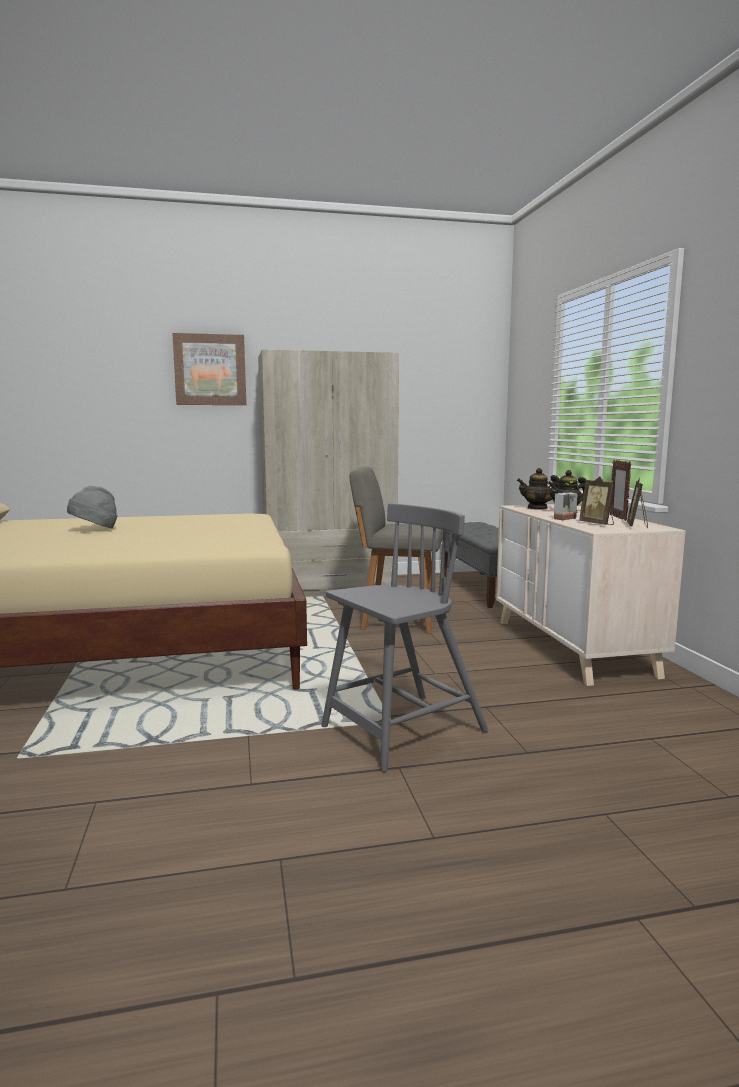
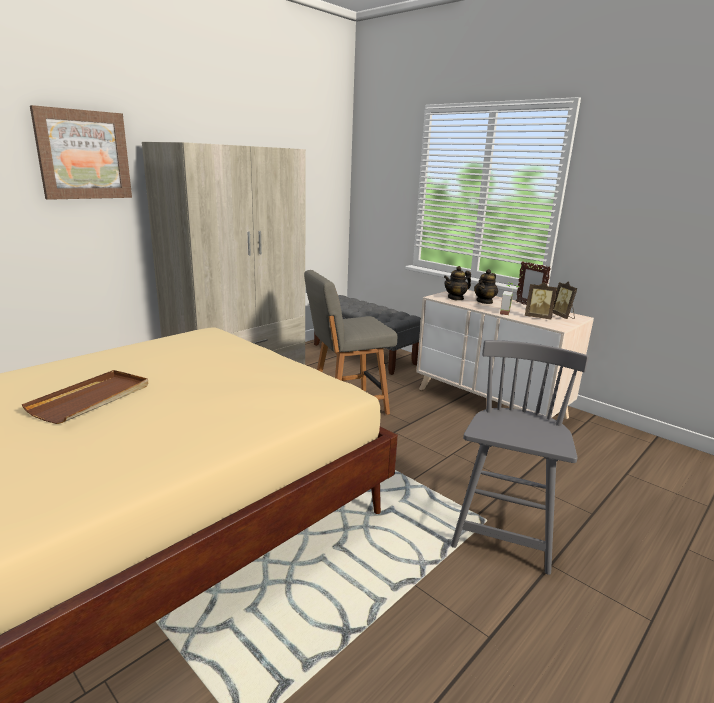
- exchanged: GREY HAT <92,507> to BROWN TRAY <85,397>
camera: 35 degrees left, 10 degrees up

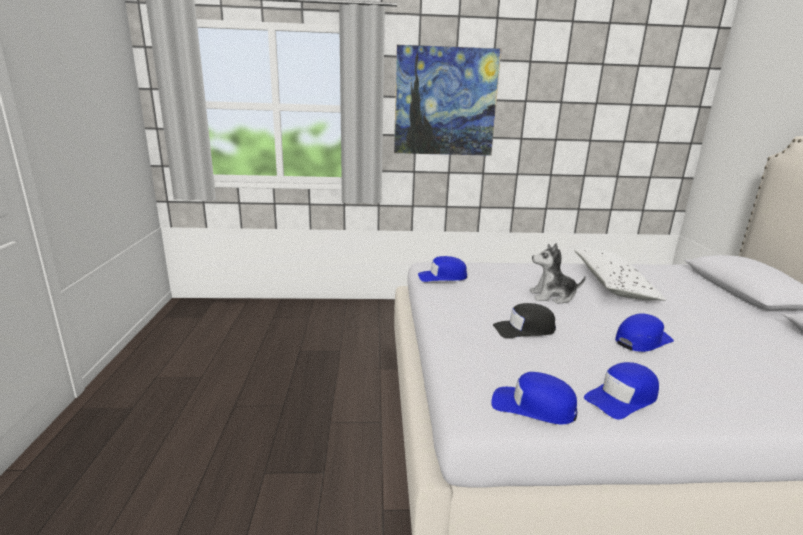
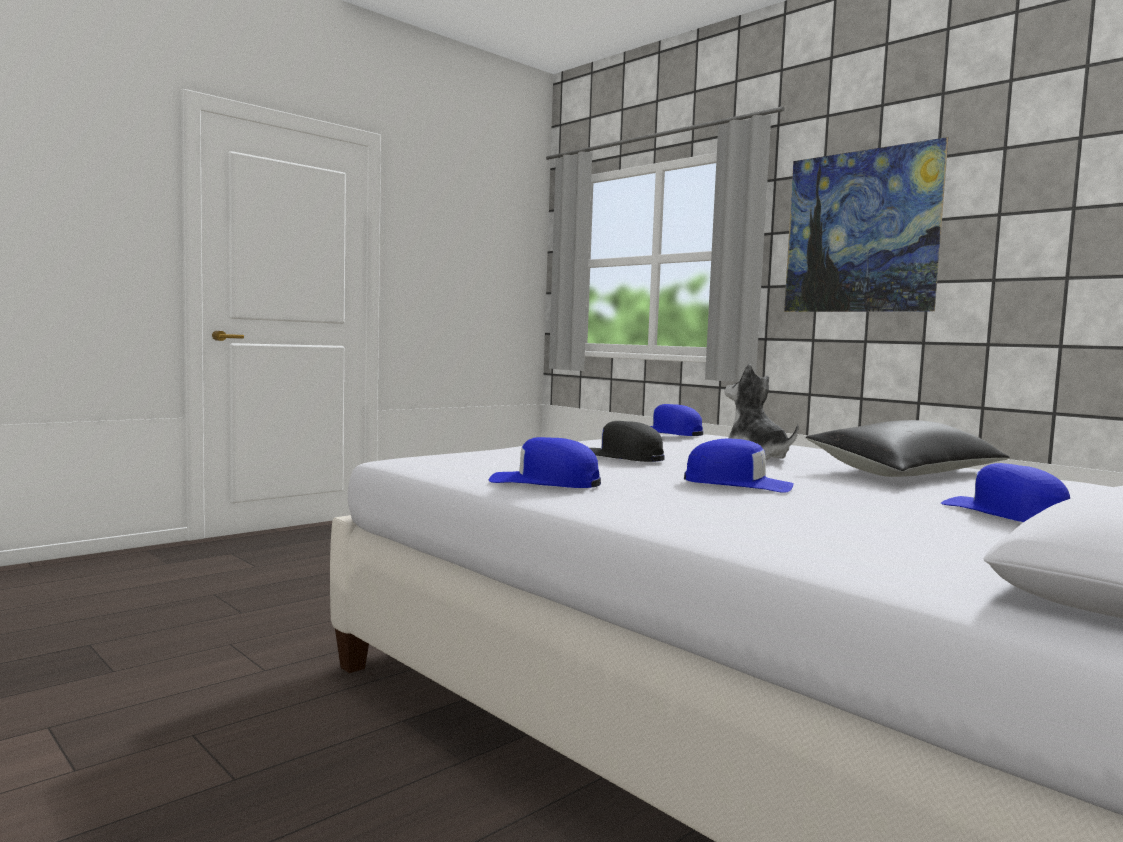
- relocated: BLUE CAP <534,398> to <1005,492>
- colour: WHITE PILLOW <620,275> to BLACK PILLOW <908,448>
camera: 50 degrees right, 15 degrees down

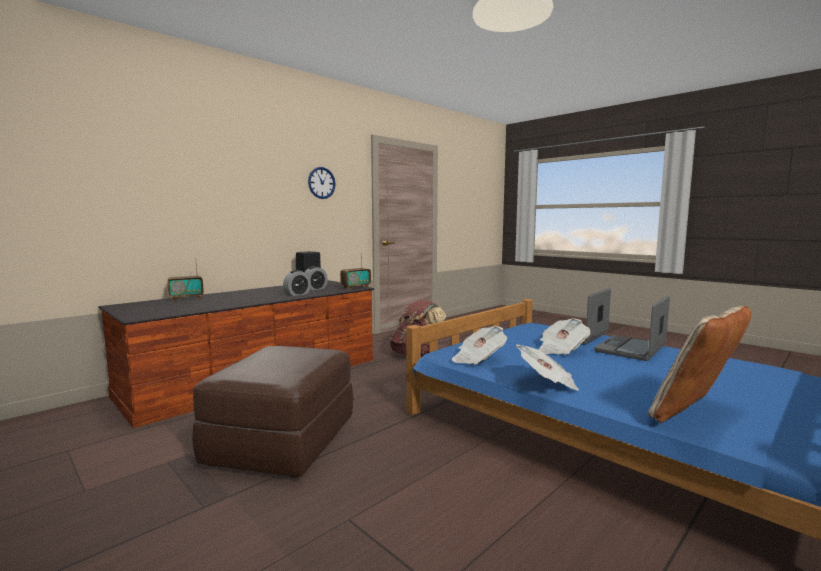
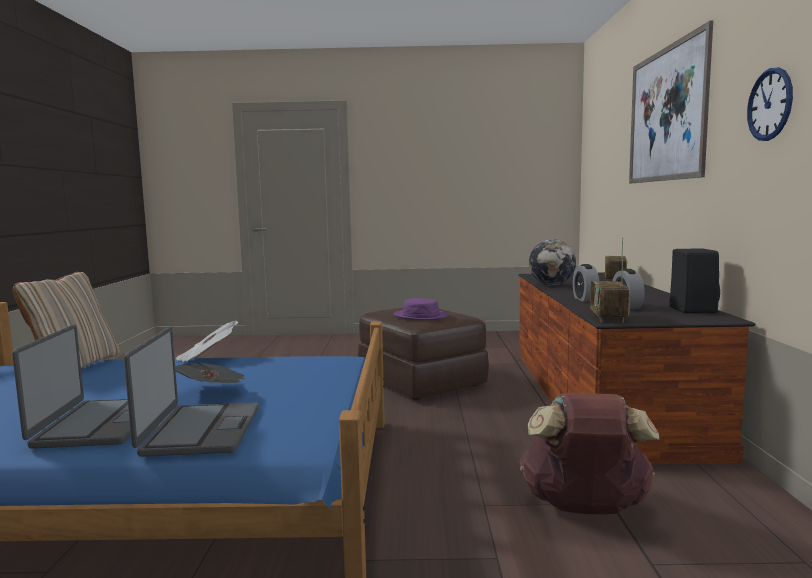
- missing: NEWSPAPER <479,345>
- appeared: PURPLE HAT <421,309>
- appeared: GLOBE <552,262>
- appeared: PICTURE <671,102>
camera: 135 degrees right, 0 degrees up

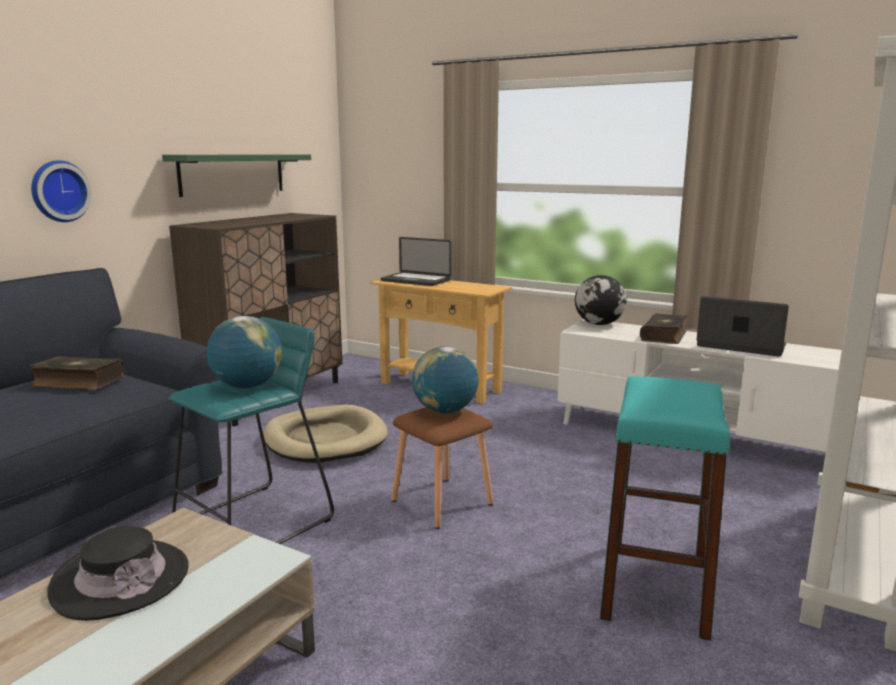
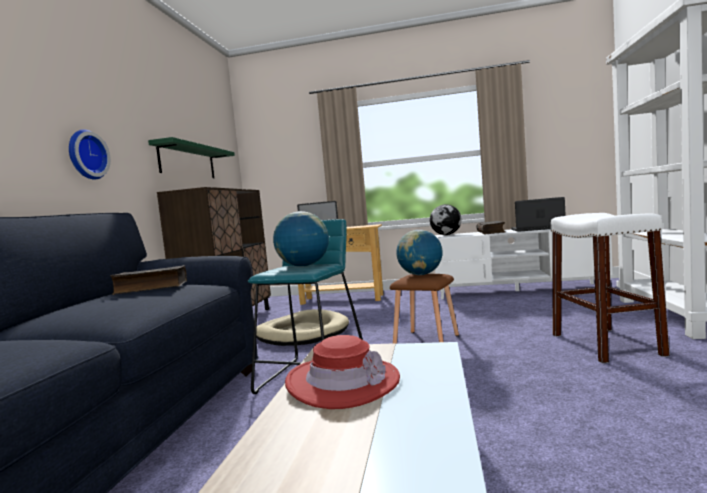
- colour: BLACK HAT <118,573> to RED HAT <342,372>
- colour: TURQUOISE STOOL <665,508> to WHITE STOOL <610,288>
camera: 20 degrees left, 10 degrees down

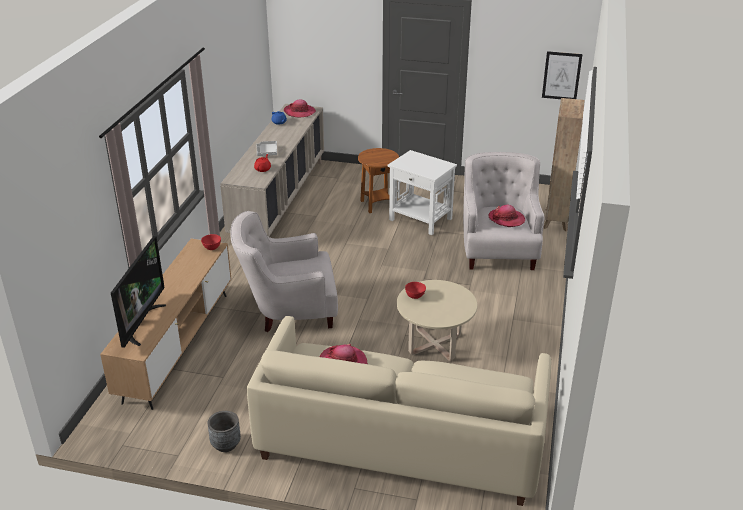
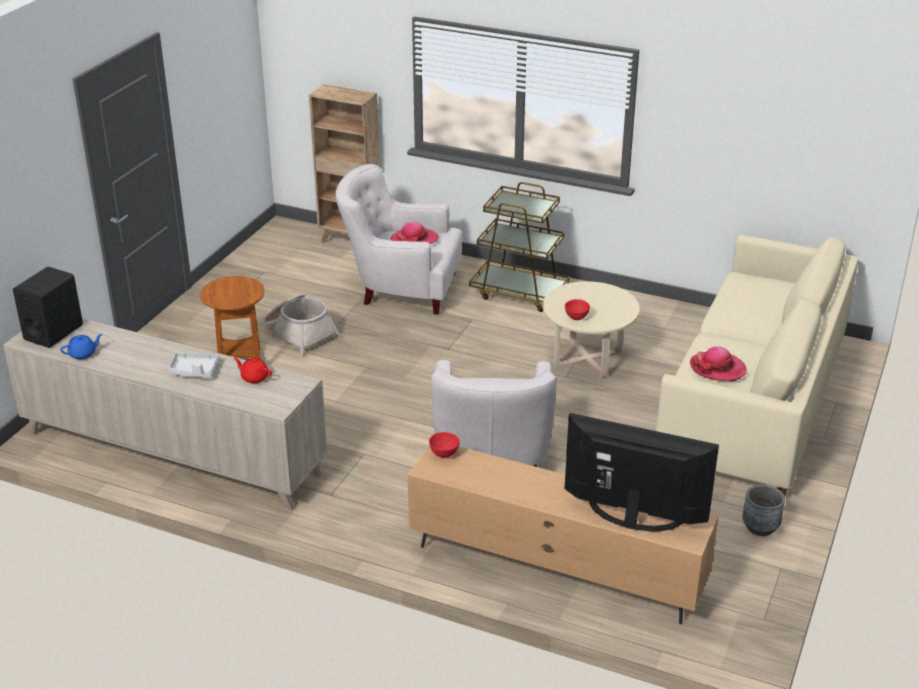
- missing: PICTURE <562,75>
- appeared: BROWN CART <519,247>
- exchanged: HAT <300,108> to BLACK SPEAKER <48,307>
- exchanged: WHITE SIDE TABLE <422,192> to BASKET <303,324>
camera: 80 degrees left, 0 degrees up

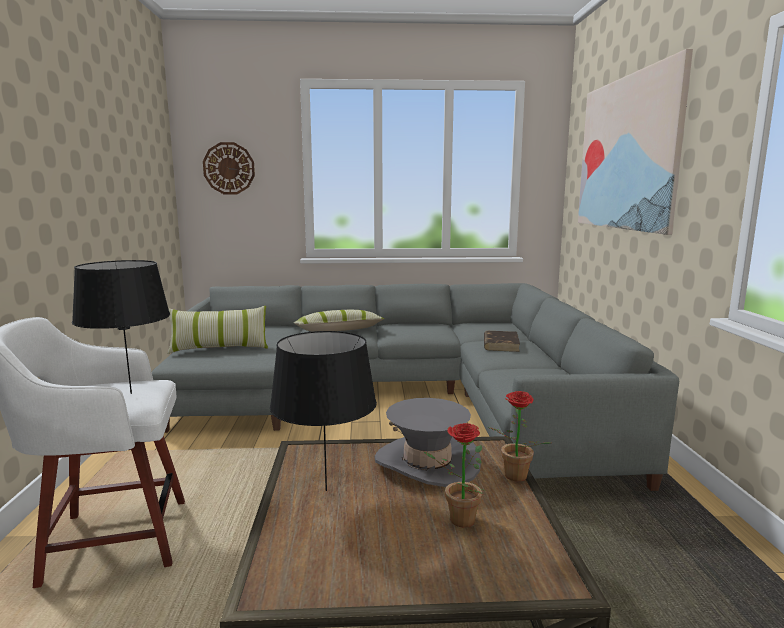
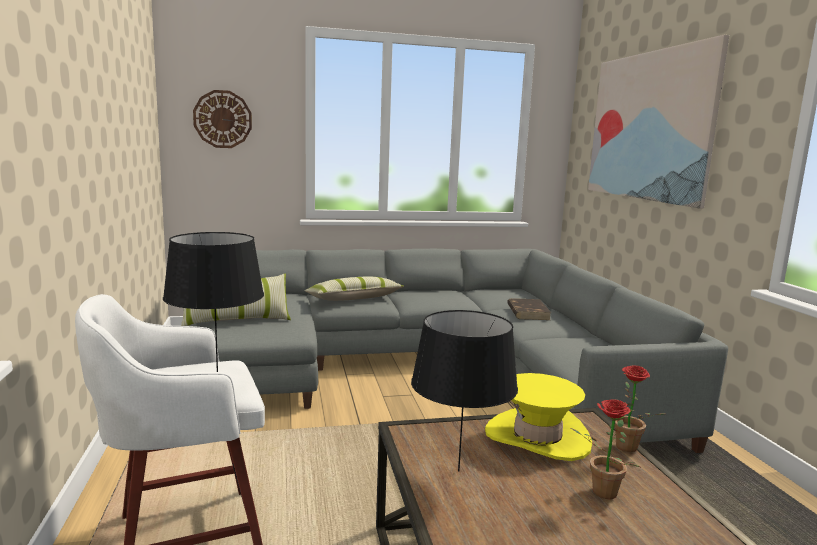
- colour: GREY HAT <428,442> to YELLOW HAT <538,417>
camera: 10 degrees left, 0 degrees up

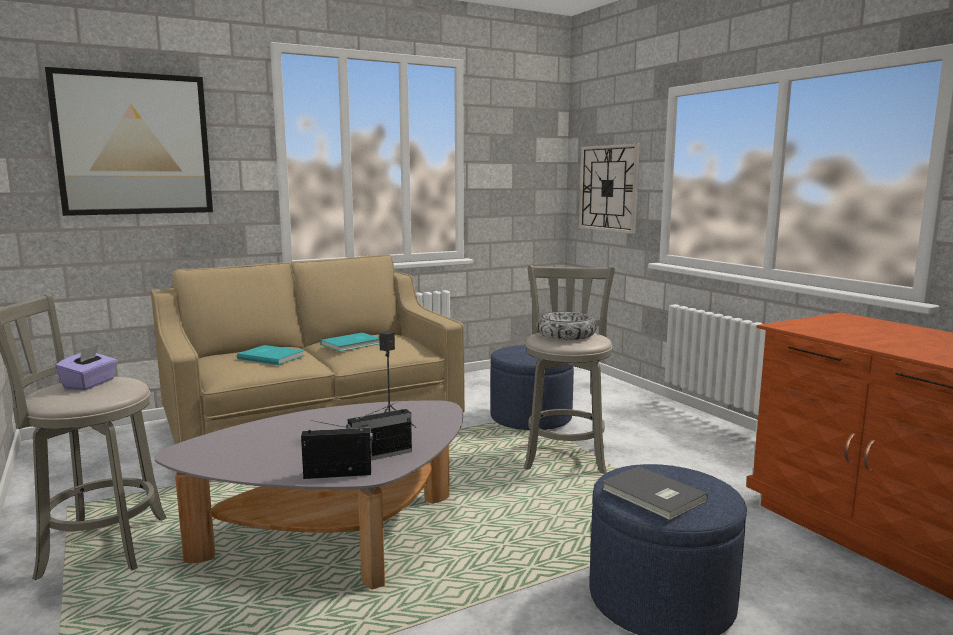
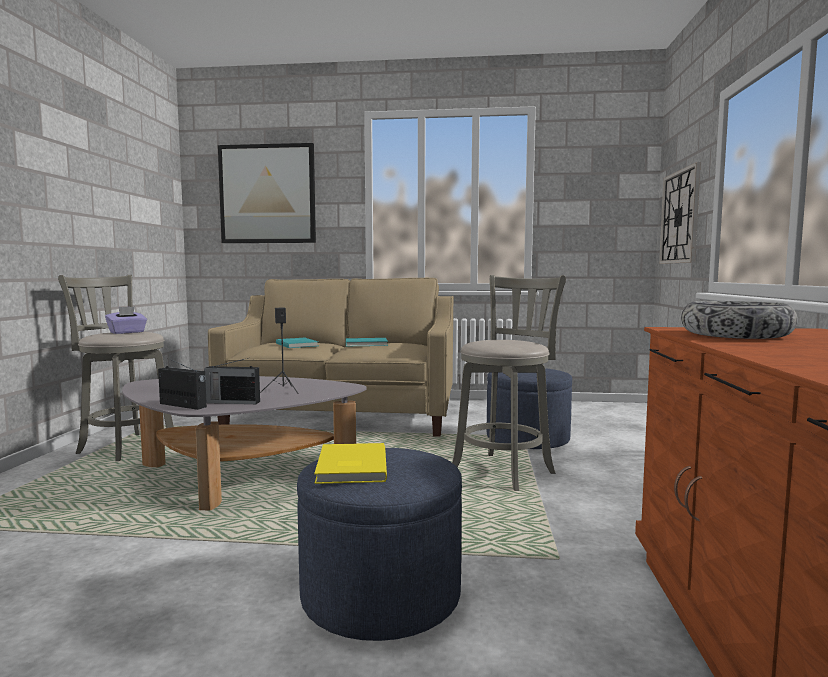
- relocated: BOWL <566,326> to <739,320>
- colour: GREY BOOK <655,493> to YELLOW BOOK <350,463>
camera: 35 degrees right, 5 degrees down

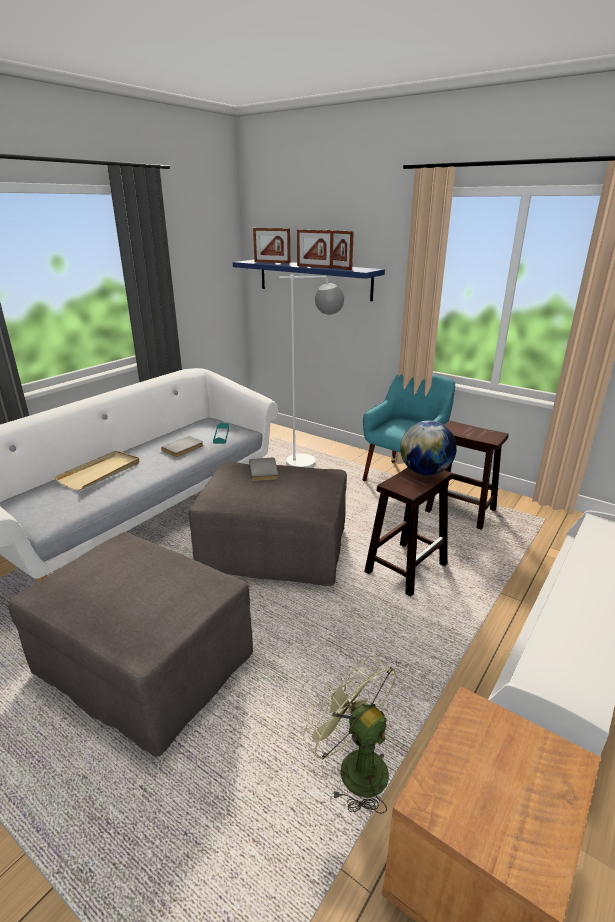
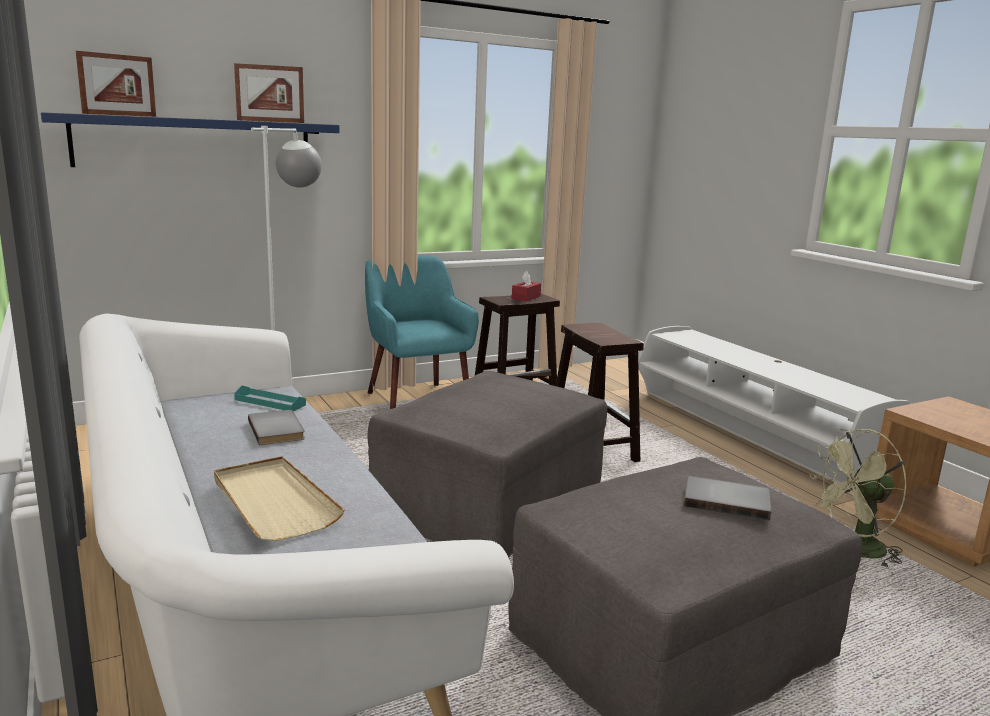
- missing: PICTURE FRAME <315,249>
- missing: GLOBE <428,448>
- appeared: RED TISSUE BOX <526,286>
- relocated: GREY BOOK <263,469> to <727,498>
camera: 65 degrees left, 10 degrees down

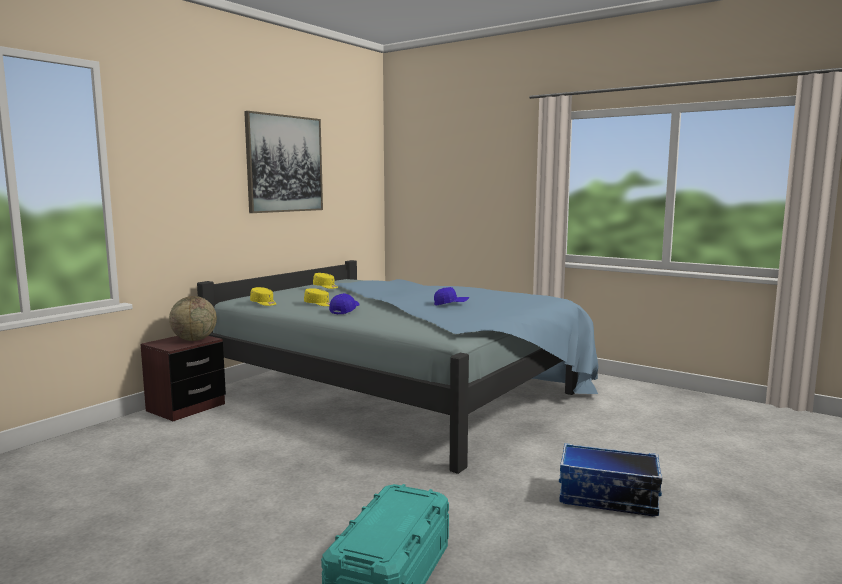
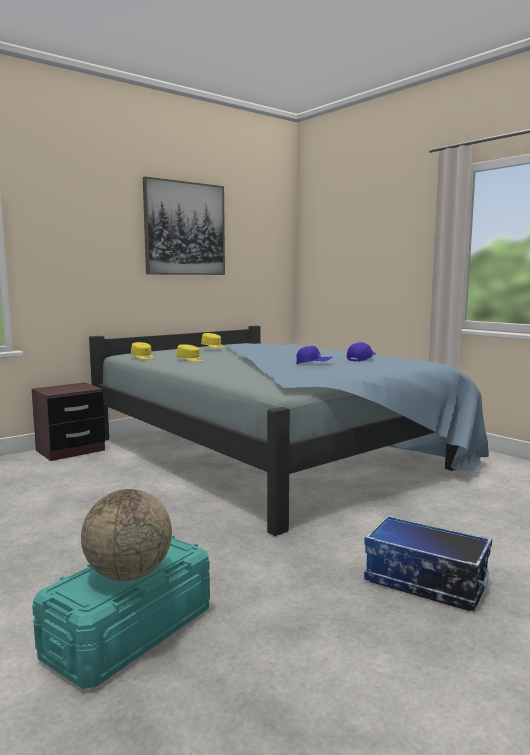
- relocated: GLOBE <193,318> to <126,535>
- relocated: BLUE CAP <344,303> to <361,352>
camera: 15 degrees right, 0 degrees up

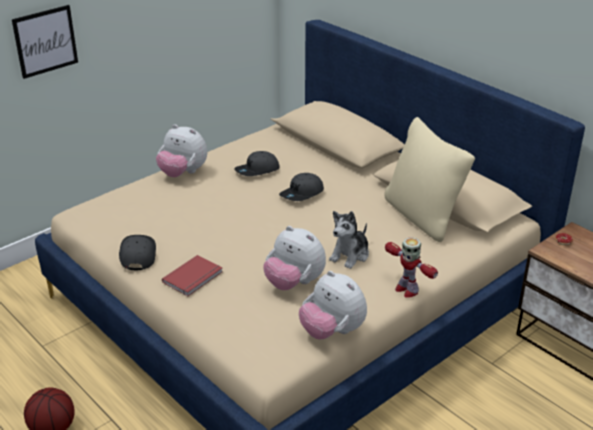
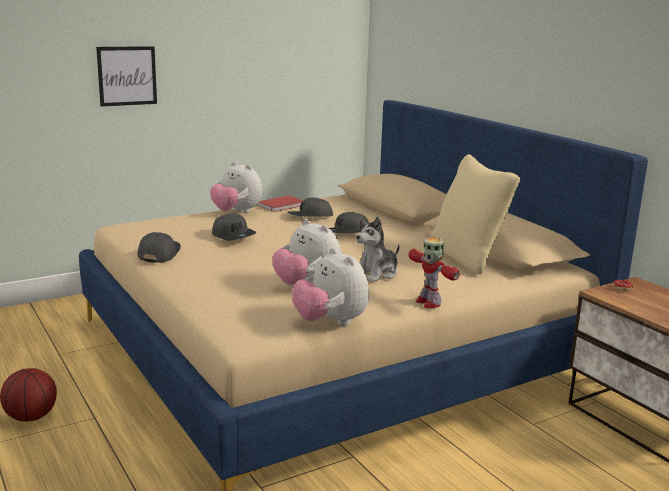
- appeared: GREY CAP <234,227>
- relocated: RED BOOK <192,275> to <280,204>
camera: 10 degrees right, 15 degrees down

